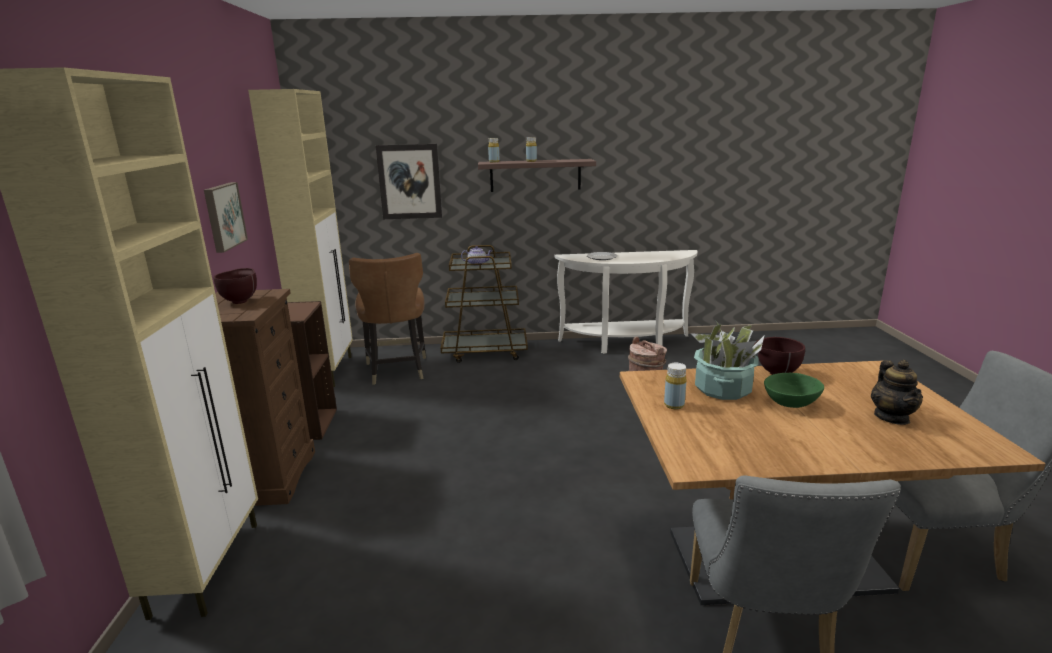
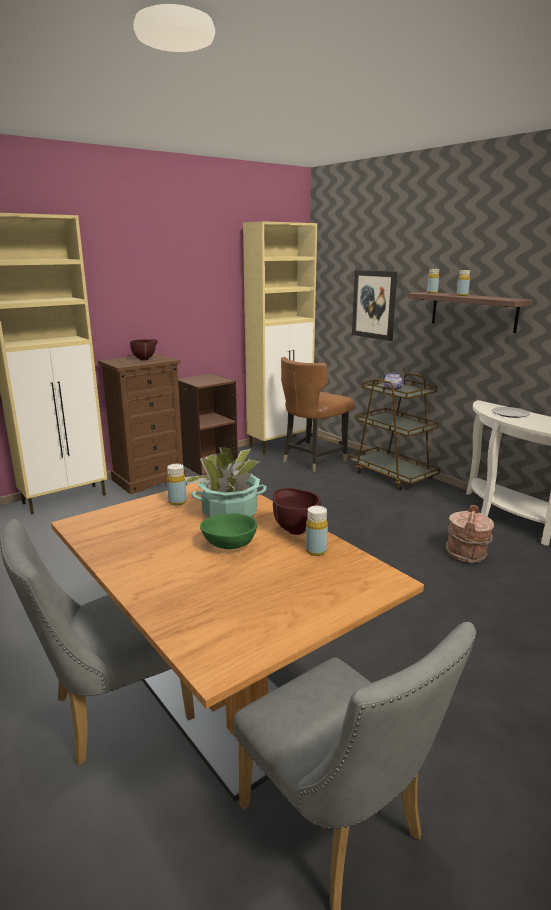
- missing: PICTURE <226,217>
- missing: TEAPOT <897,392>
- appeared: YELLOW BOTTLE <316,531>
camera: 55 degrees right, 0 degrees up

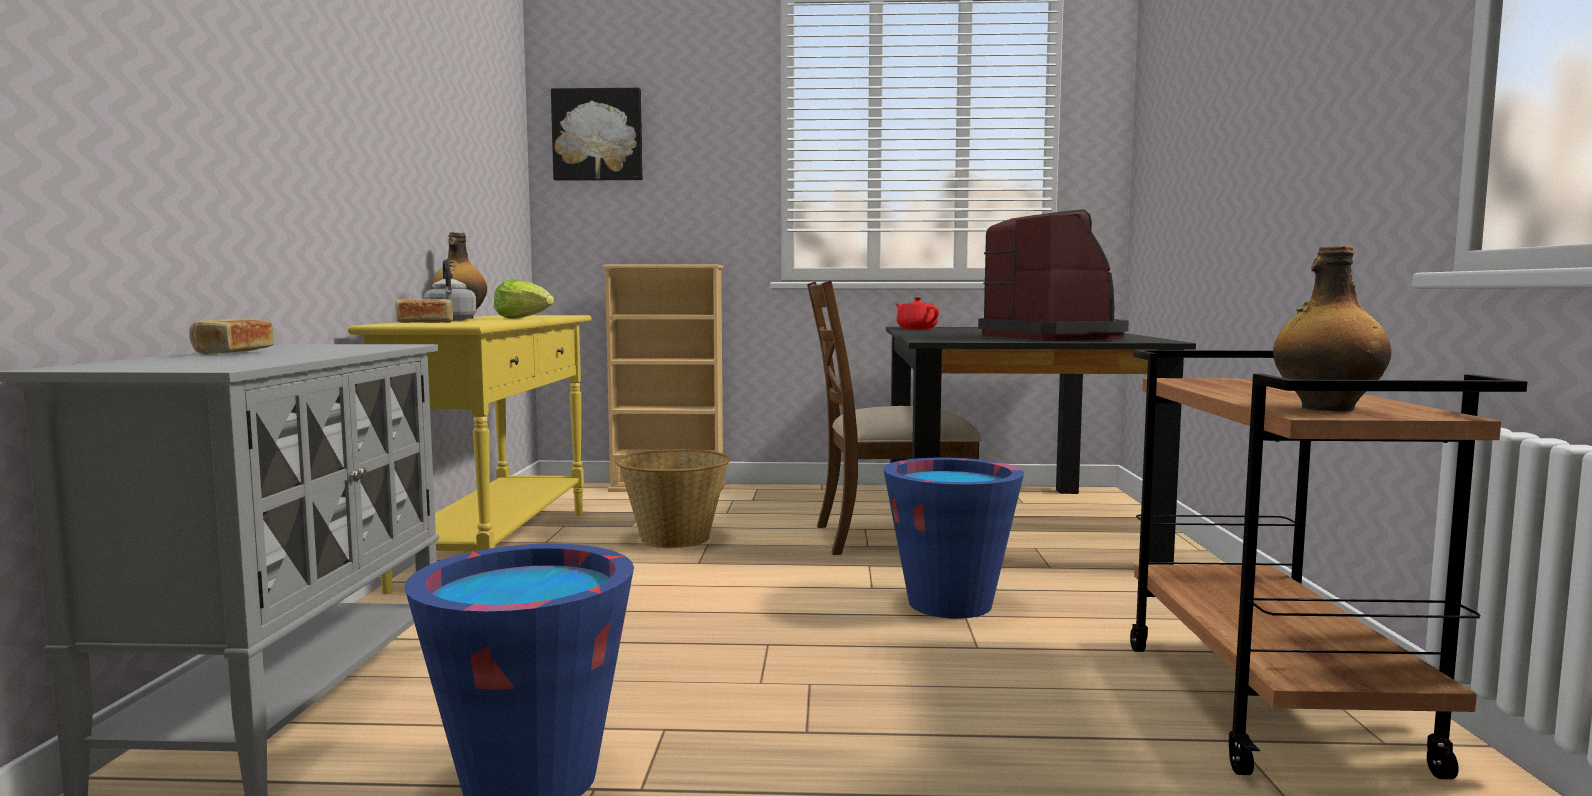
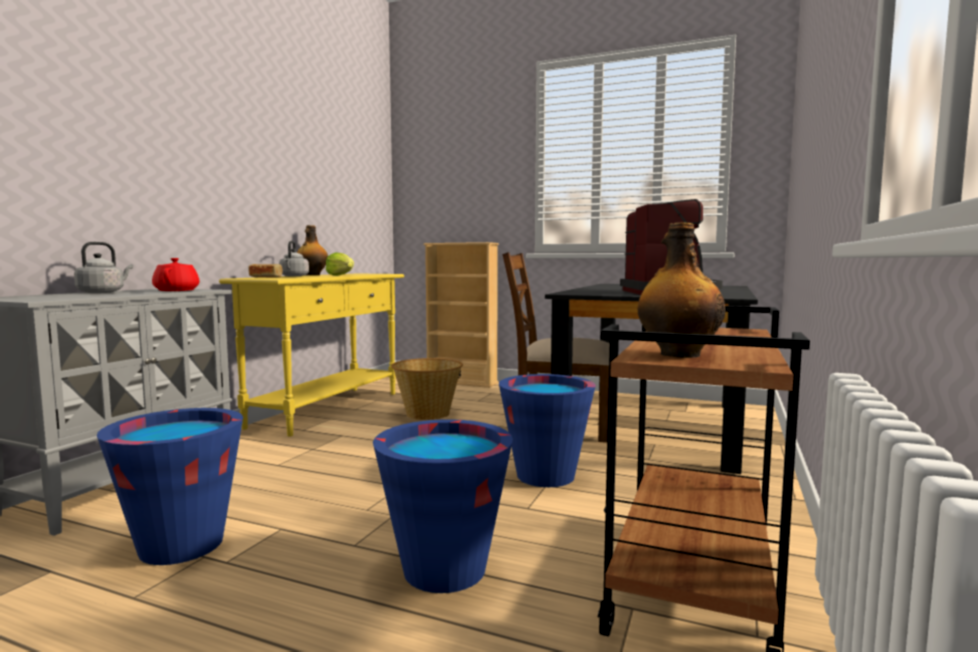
- missing: PICTURE <597,134>
- appeared: BLUE BUCKET <443,506>
- relocated: RED TEAPOT <917,313> to <176,274>
- exchanged: BREAD <231,336> to GREY KETTLE <103,267>
camera: 20 degrees right, 0 degrees up

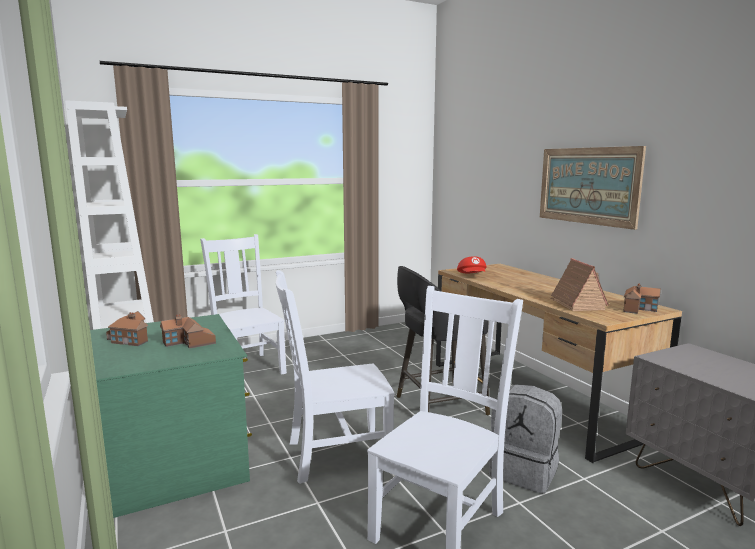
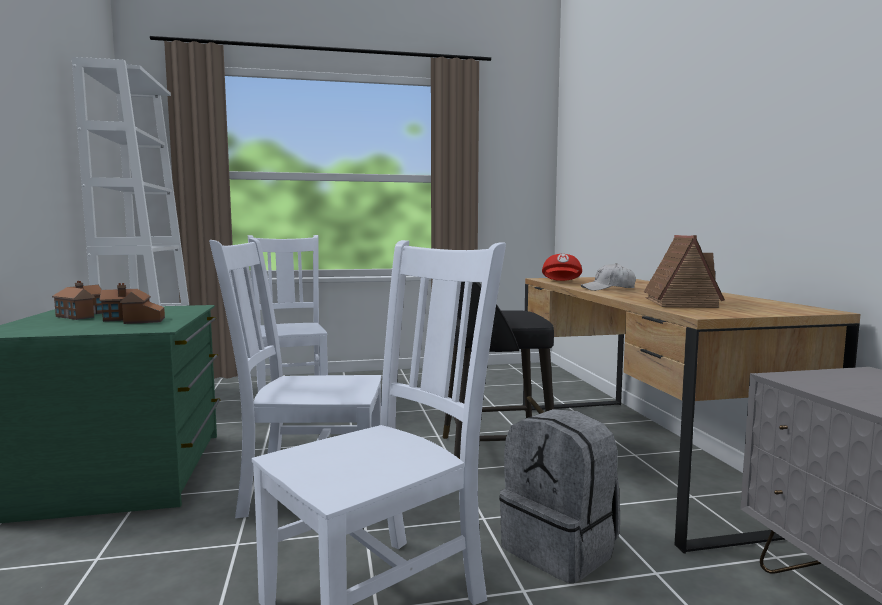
- missing: PICTURE <593,188>
- missing: TOY HOUSE <642,298>
- appeared: WHITE CAP <608,277>
camera: 15 degrees right, 5 degrees down

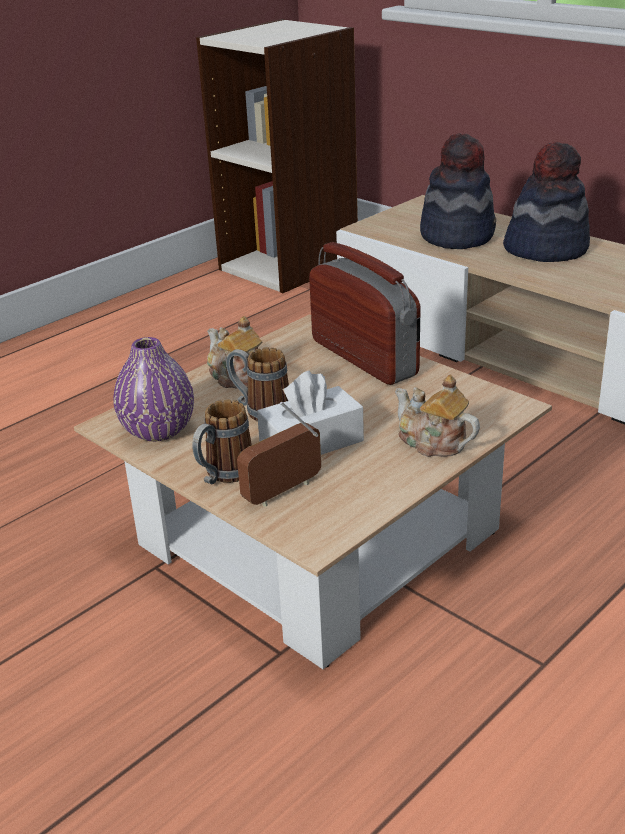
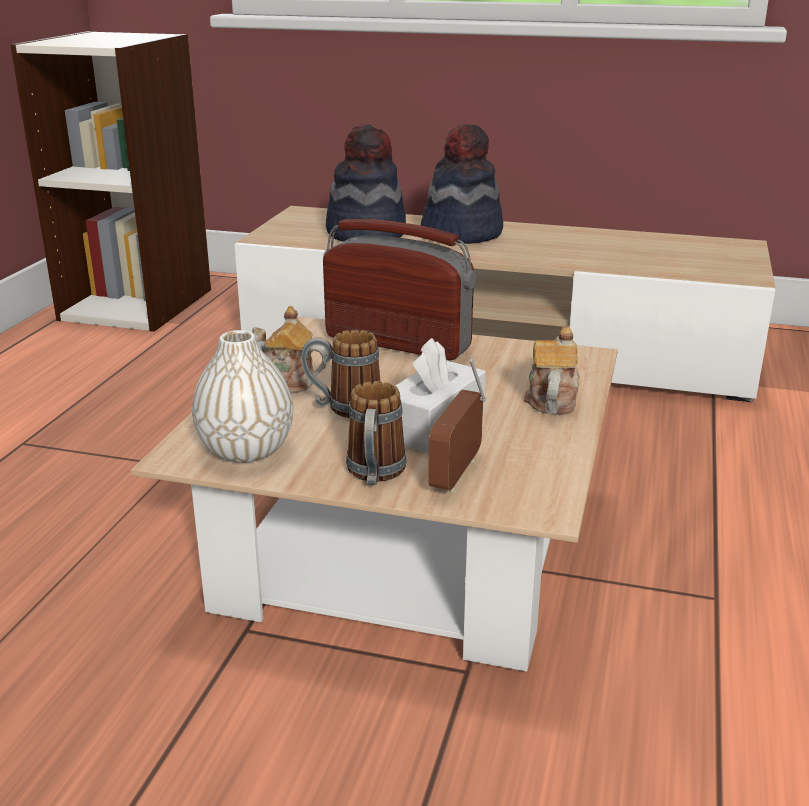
- colour: PURPLE VASE <153,389> to WHITE VASE <242,396>
- spun: TEAPOT <437,416> = <551,371> 90 degrees clockwise
camera: 30 degrees left, 5 degrees down

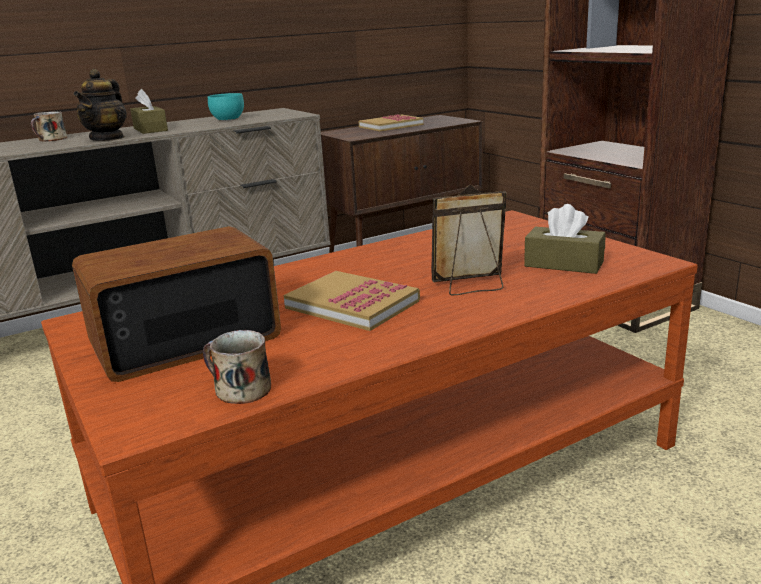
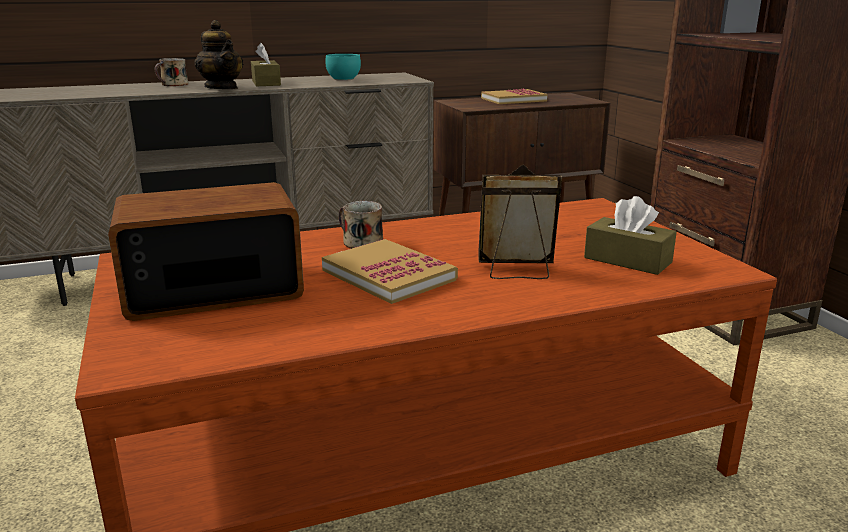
- relocated: MUG <237,367> to <361,225>
- spun: TEAPOT <100,105> = <219,54> 60 degrees counterclockwise
camera: 10 degrees right, 0 degrees up

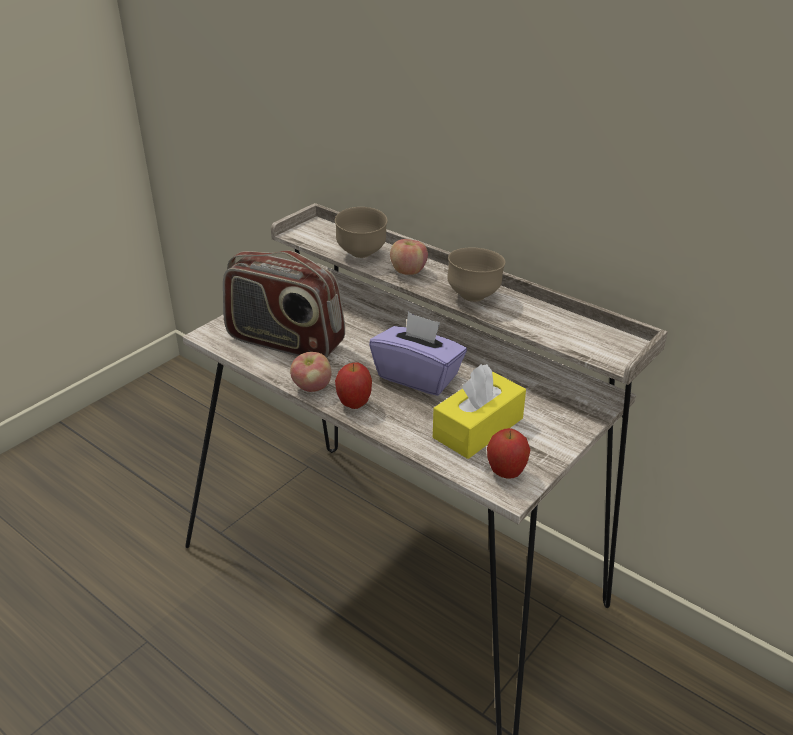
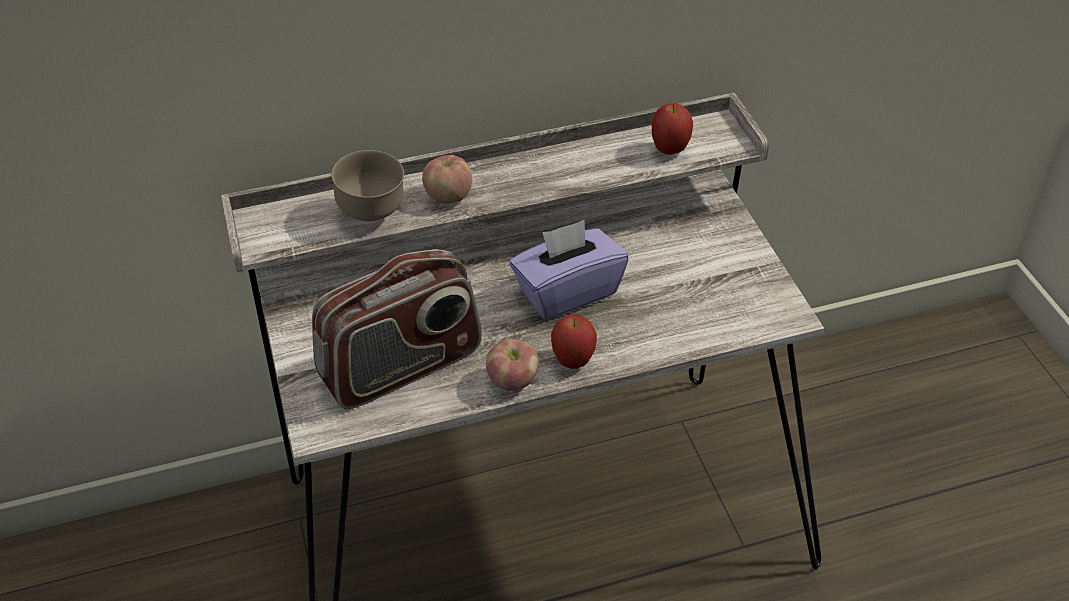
- missing: YELLOW TISSUE BOX <479,411>
- missing: BROWN BOWL <476,274>
- relocated: APPLE <508,453> to <672,129>
camera: 55 degrees left, 10 degrees up

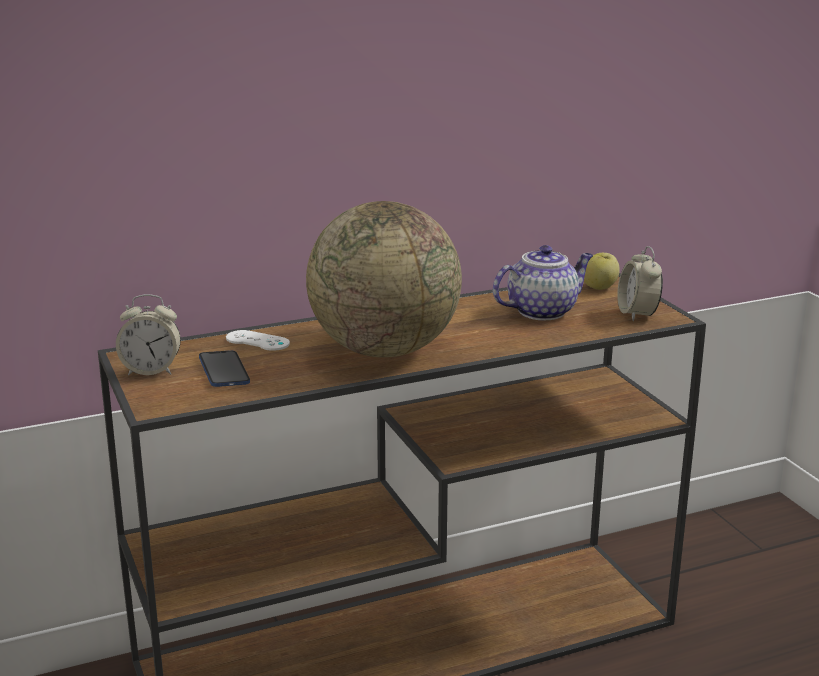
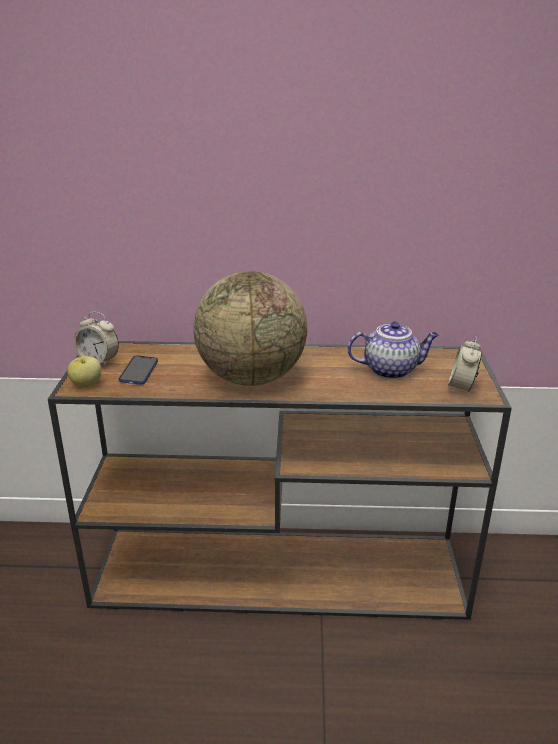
- missing: WHITE GAME CONTROLLER <258,340>
- relocated: APPLE <602,271> to <84,371>
camera: 25 degrees right, 5 degrees up

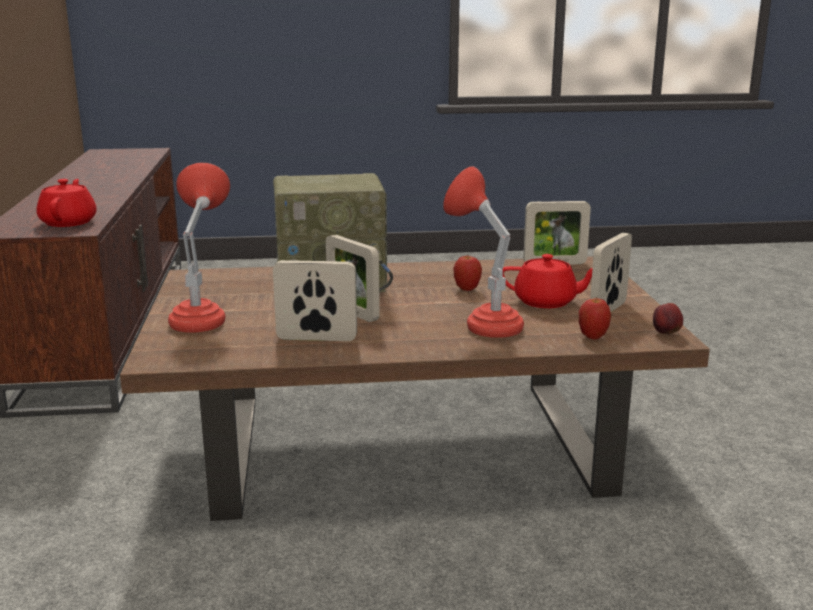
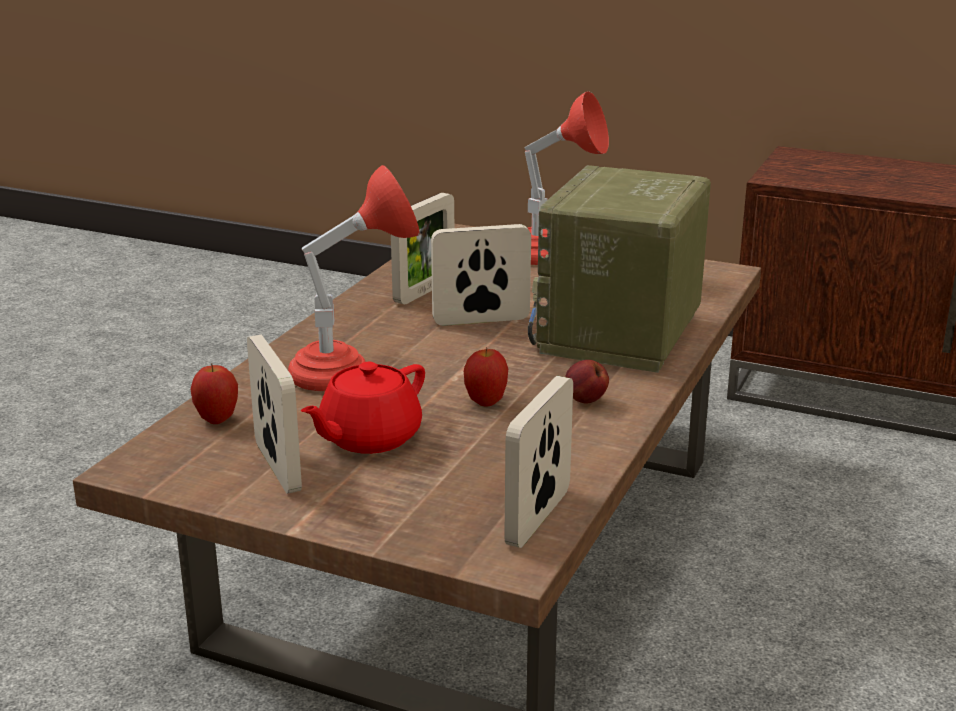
- missing: RED TEAPOT <66,203>
- relocated: APPLE <668,319> to <587,382>
camera: 120 degrees right, 5 degrees up

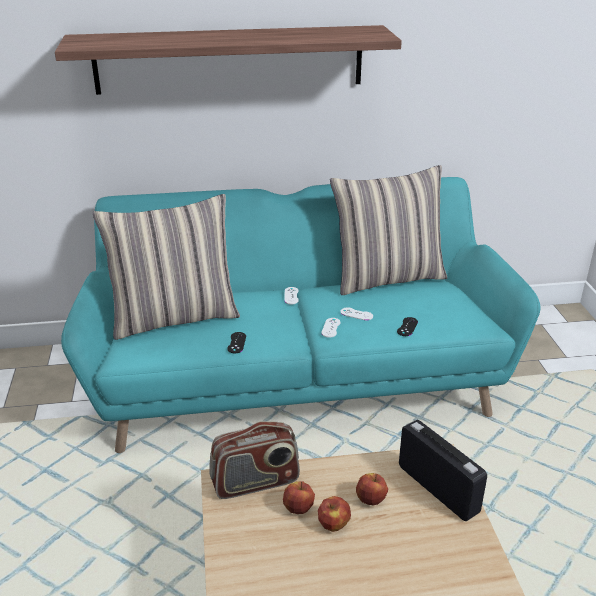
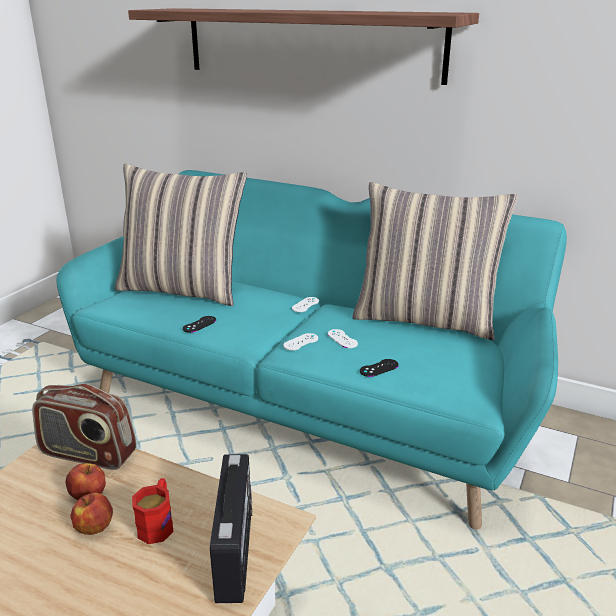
- exchanged: APPLE <372,489> to RED MUG <152,511>
camera: 35 degrees right, 5 degrees down

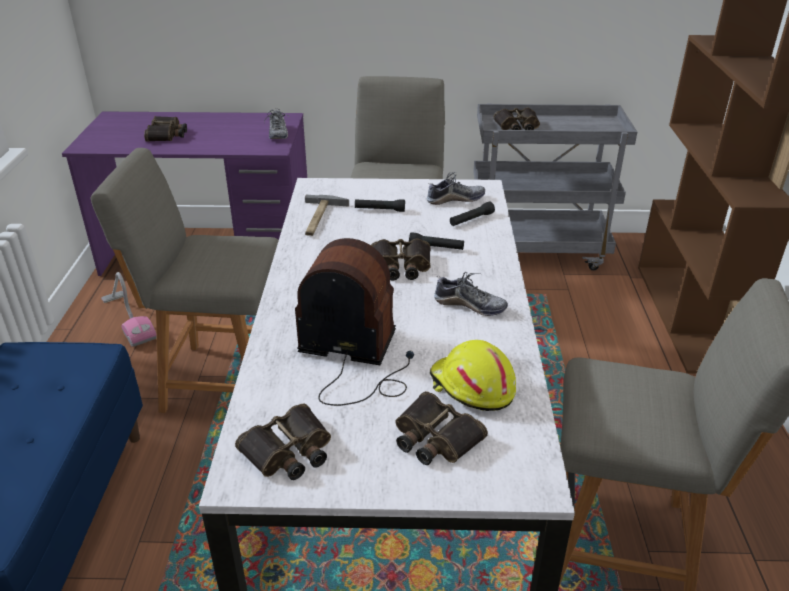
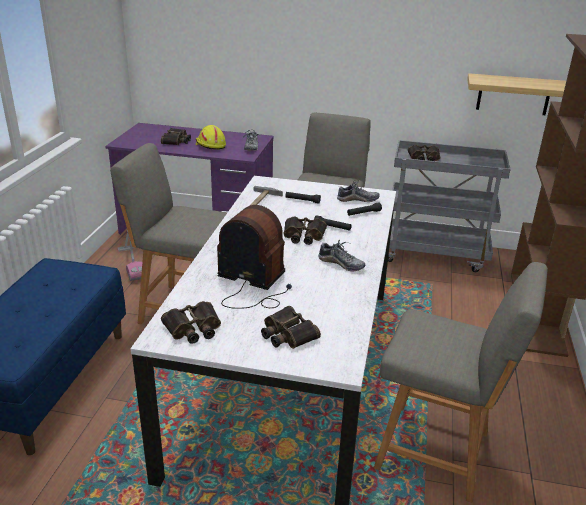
- appeared: SHELF <516,94>
- relocated: YELLOW HARD HAT <473,375> to <210,137>
camera: 10 degrees right, 5 degrees down

